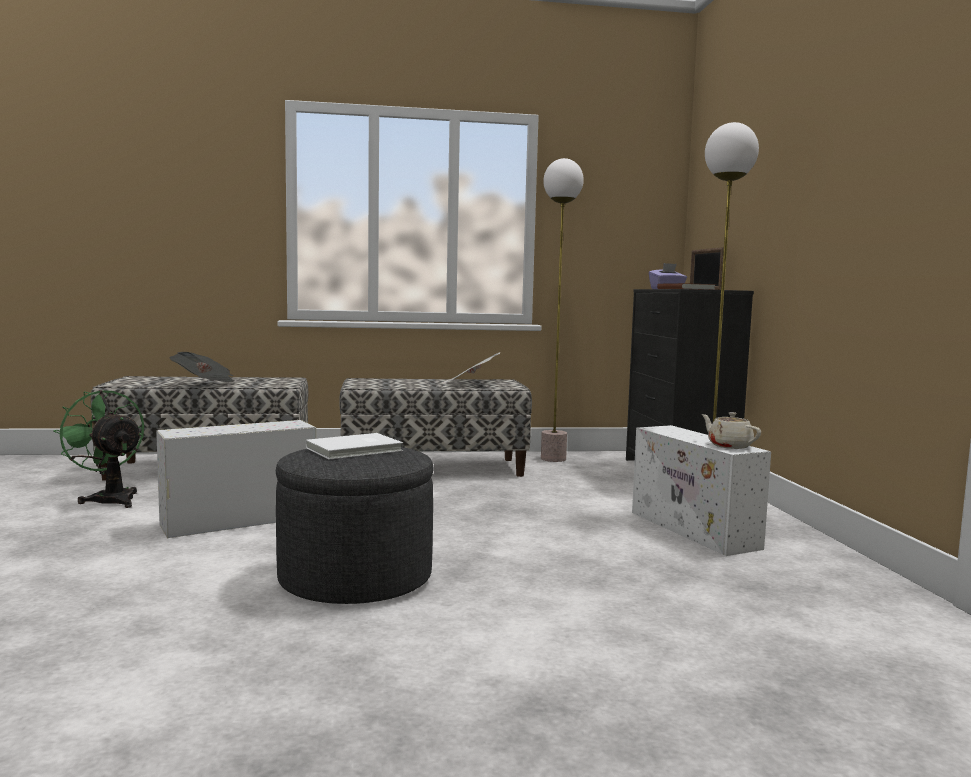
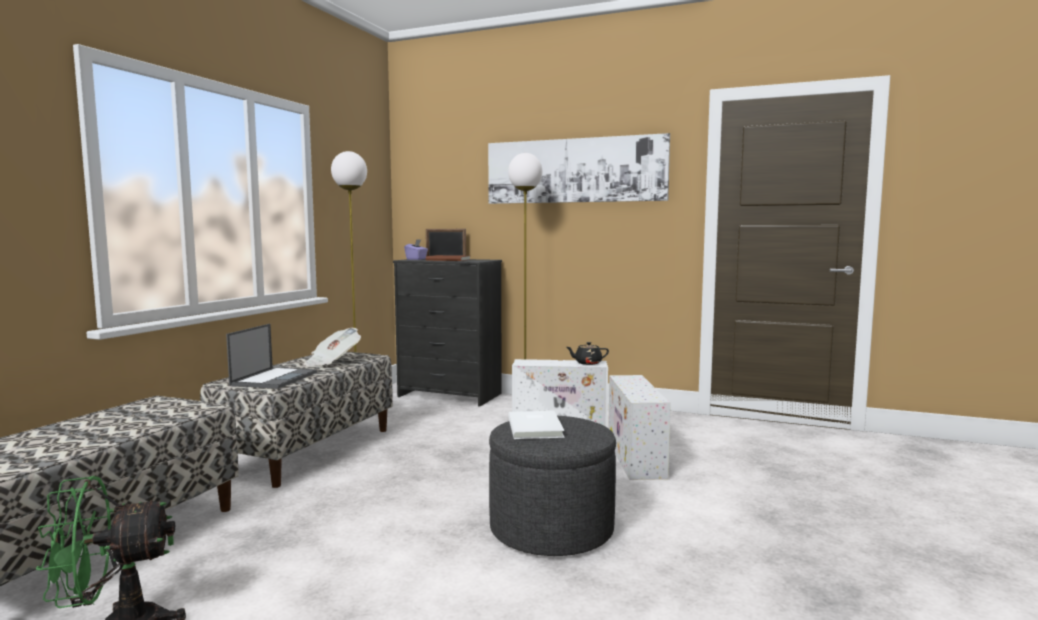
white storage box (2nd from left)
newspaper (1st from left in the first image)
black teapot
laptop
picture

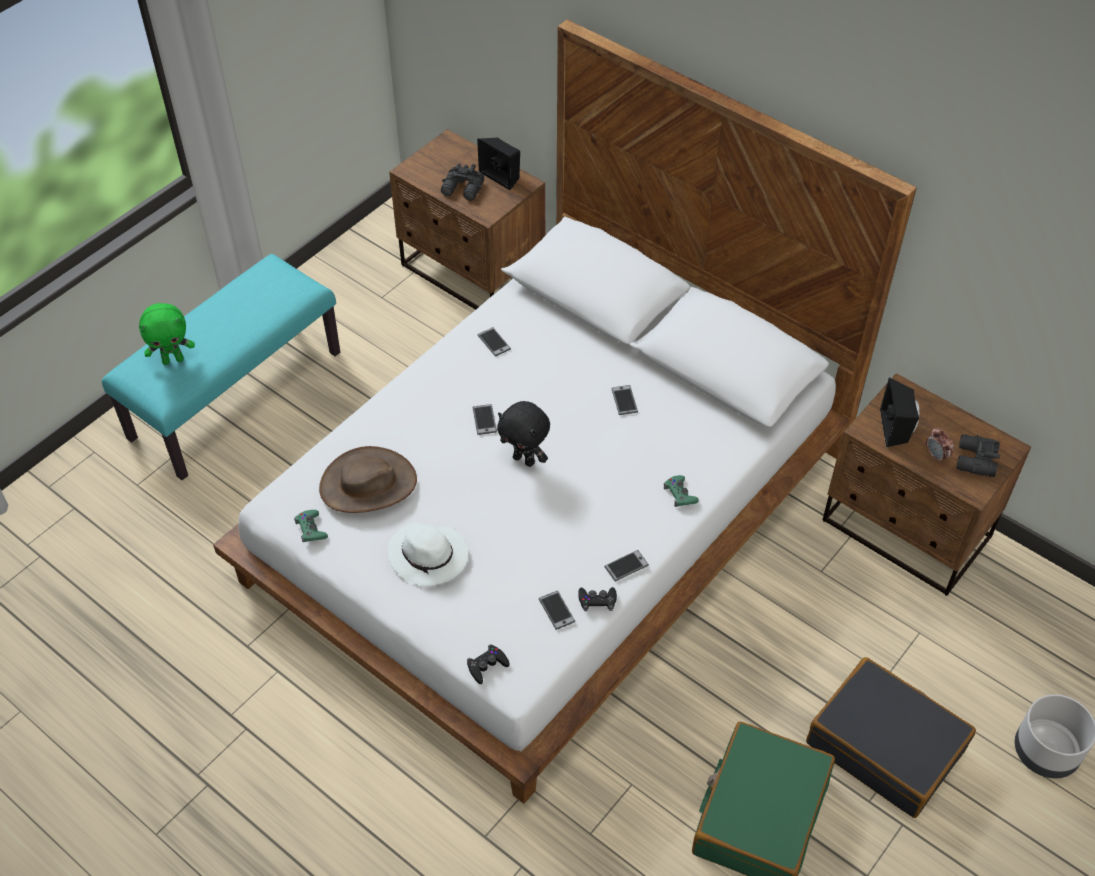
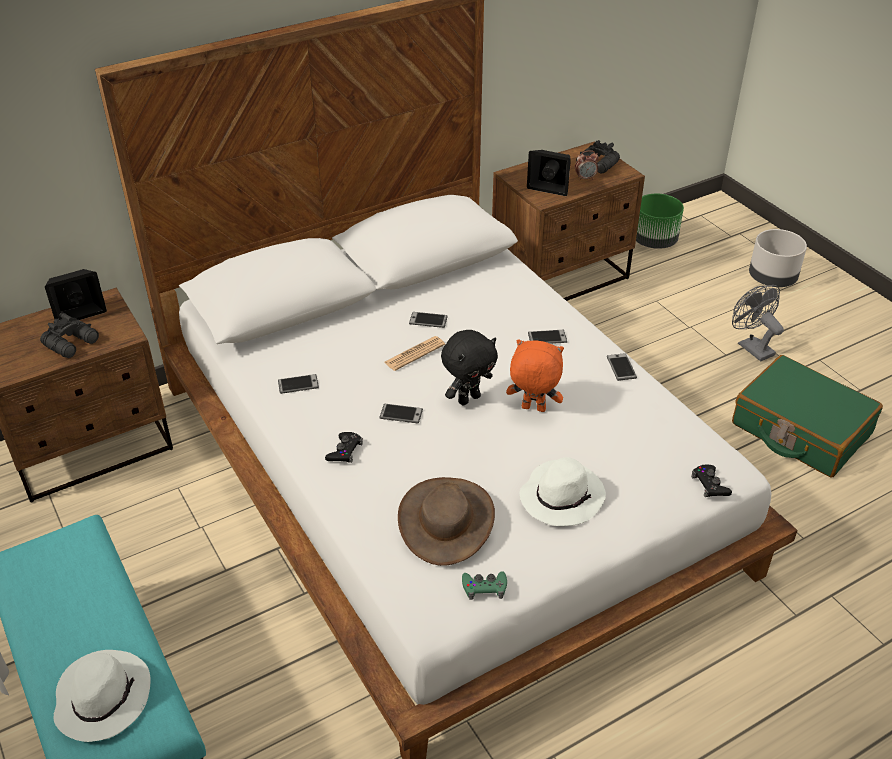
white hat (1st from left)
phone (4th from left)
black game controller (1st from left)
green game controller (2nd from left in the first image)
grey fan
newspaper
orange plush toy
green planter

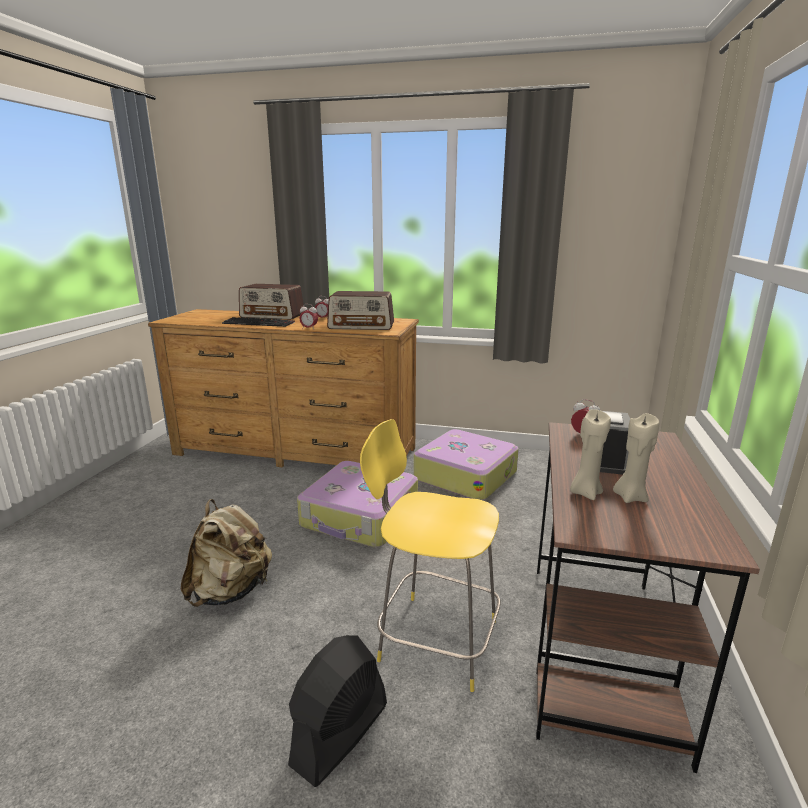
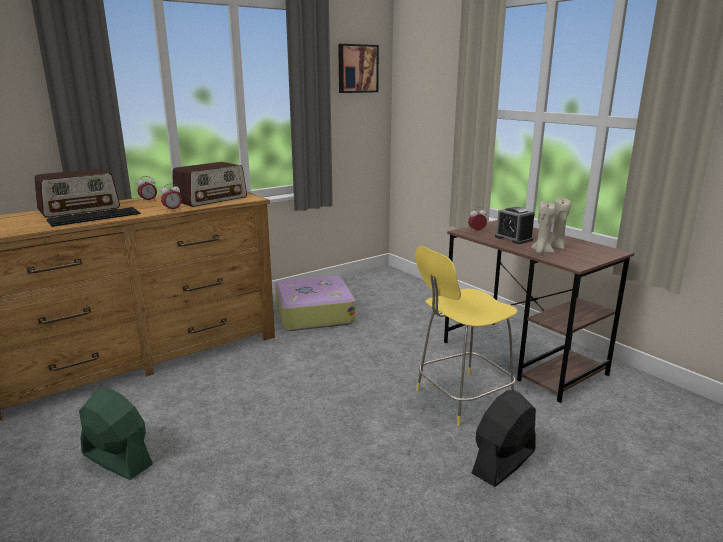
beige backpack
black fan
suitcase (1st from left in the first image)
green fan
picture

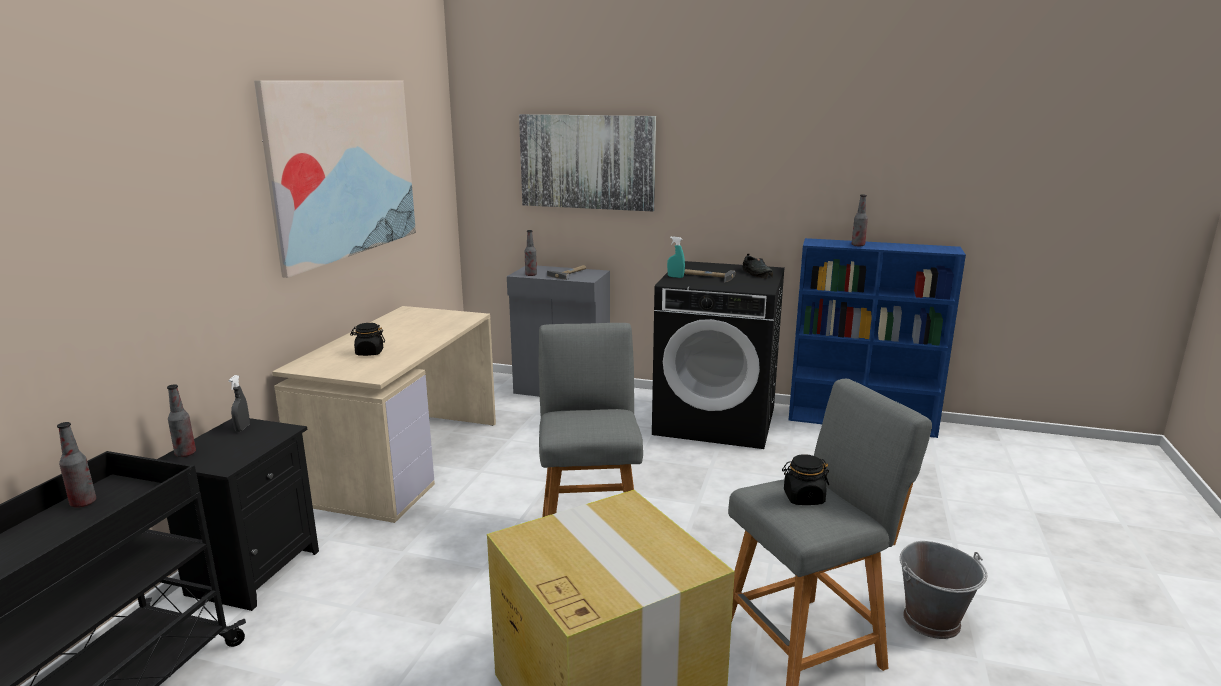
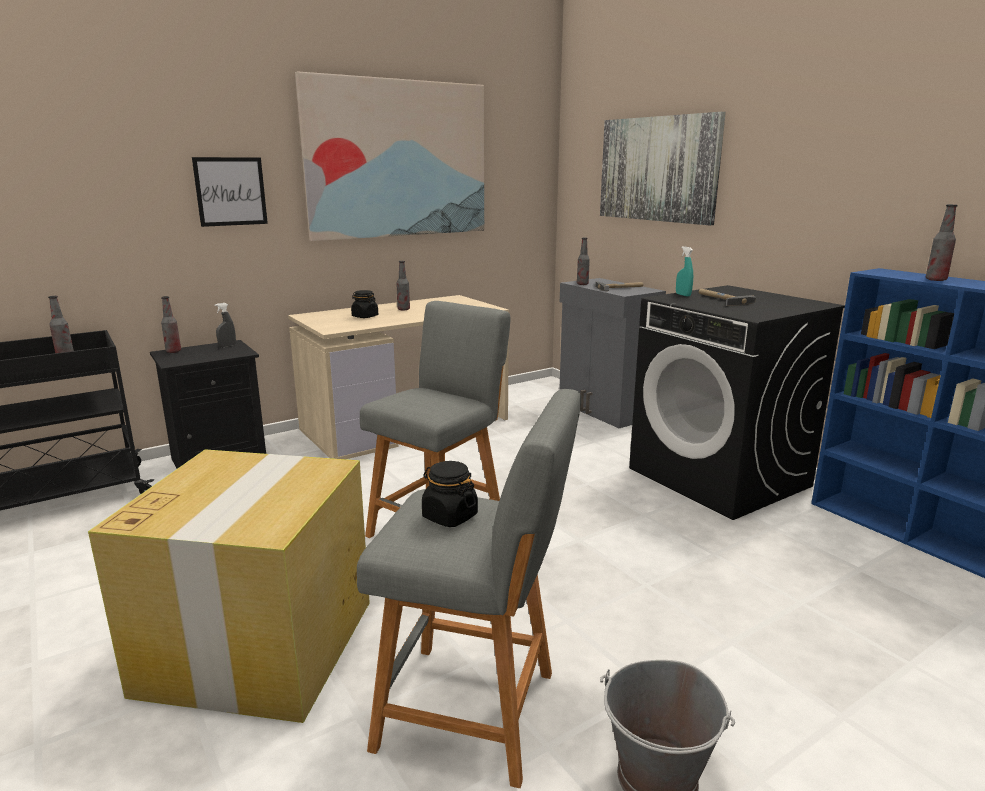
black shoe
picture (1st from left)
bottle (3rd from left)

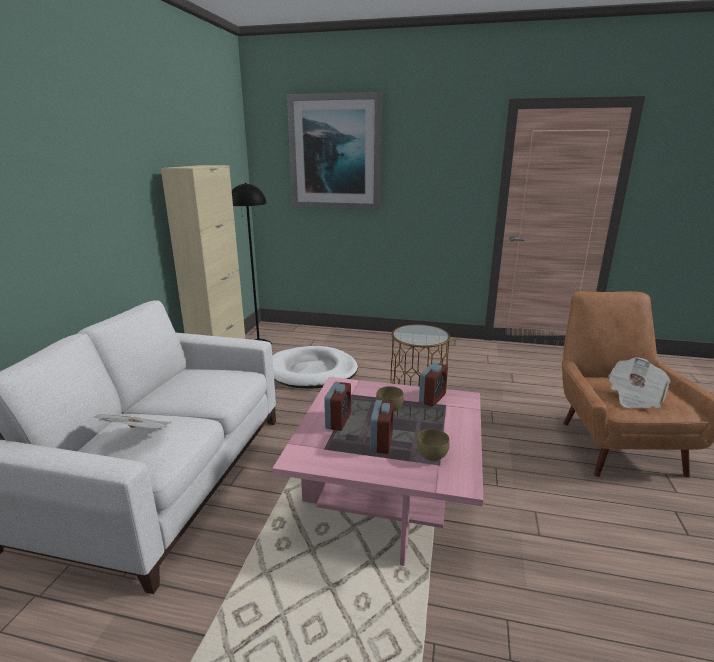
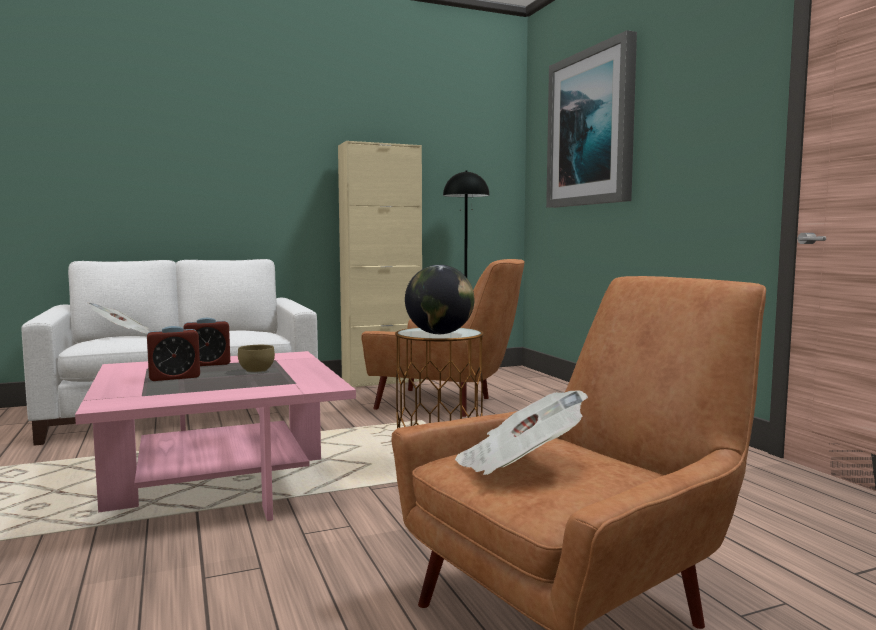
brown armchair (1st from left)
brown bowl (2nd from left in the first image)
alarm clock (3rd from left in the first image)
globe

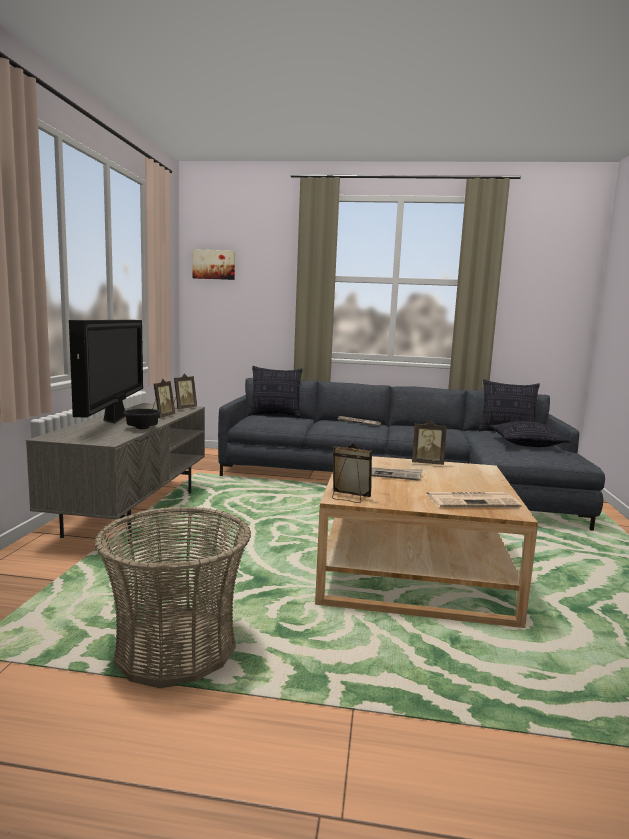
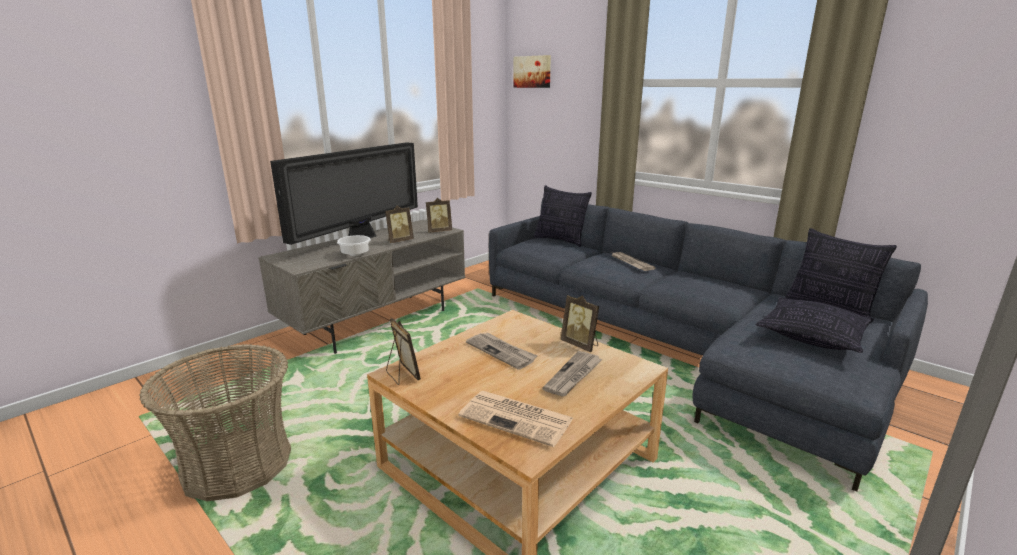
white bowl
newspaper (3rd from left)

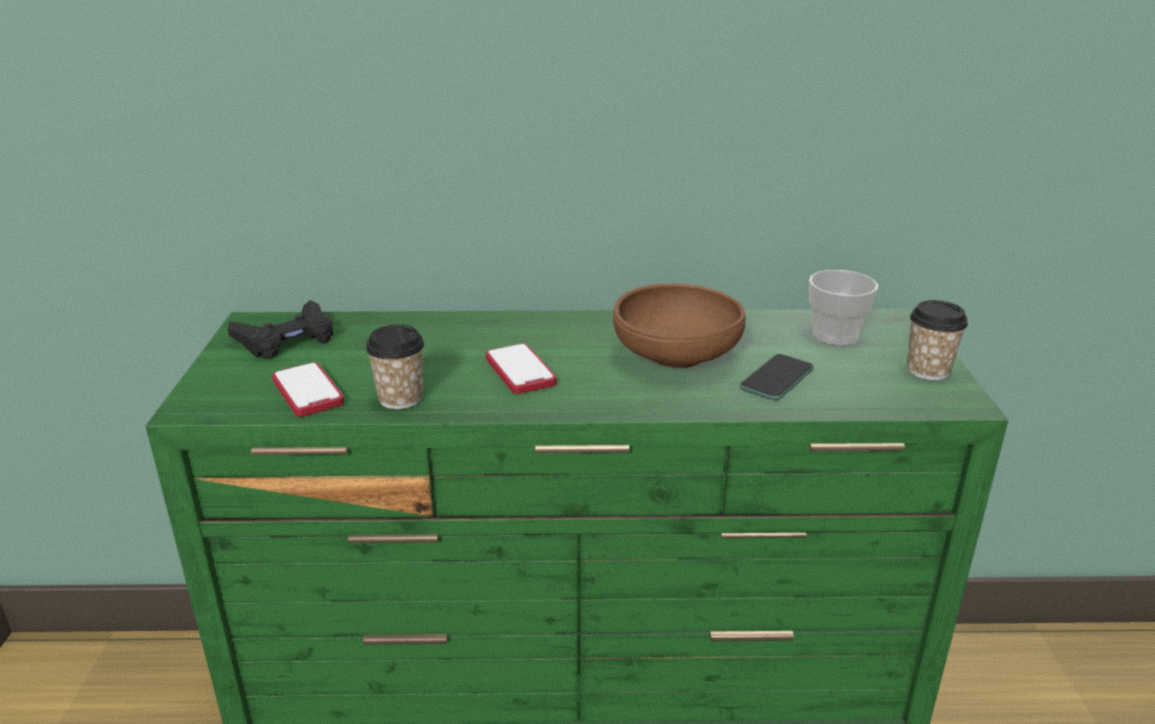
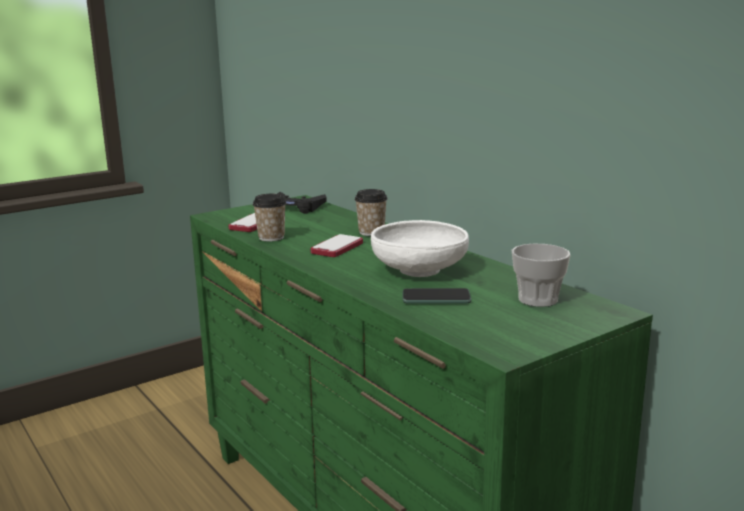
white bowl
cup (2nd from left)

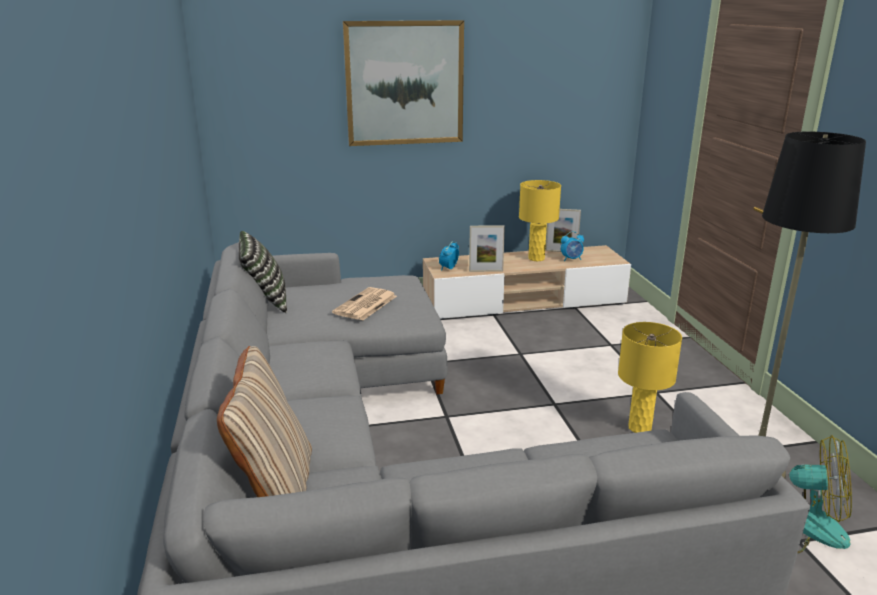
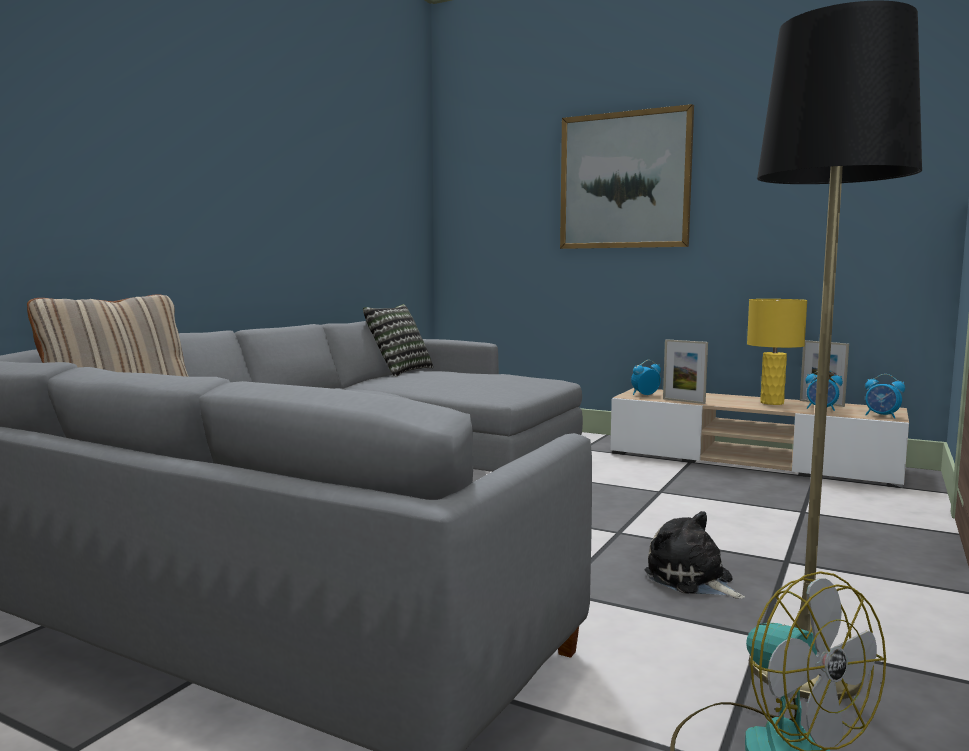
newspaper
plush toy
alarm clock (3rd from left)

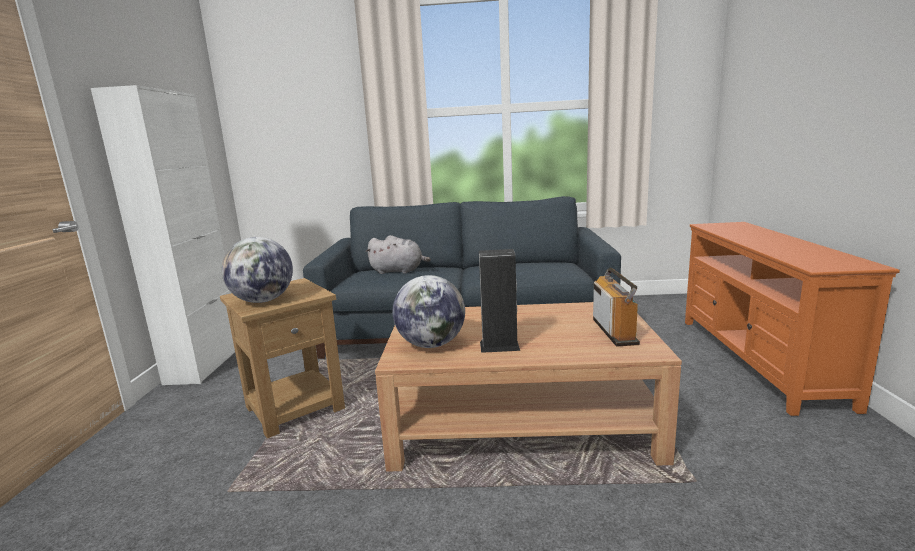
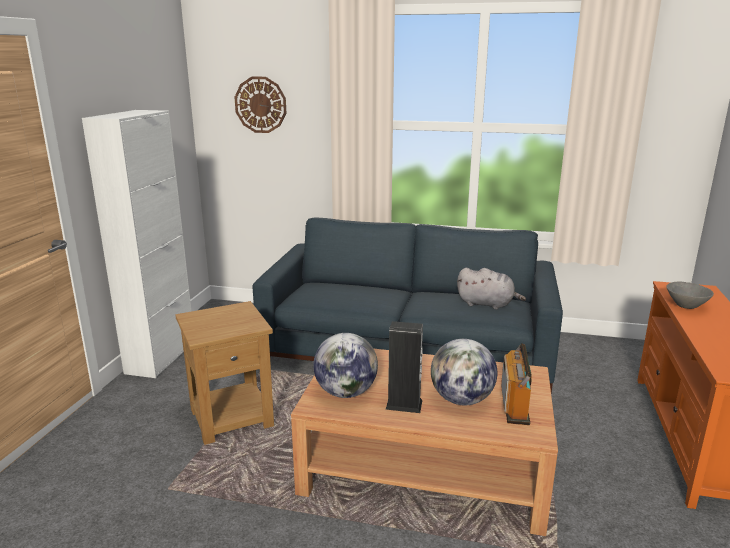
globe (2nd from left)
grey plush toy
wall clock
grey bowl

